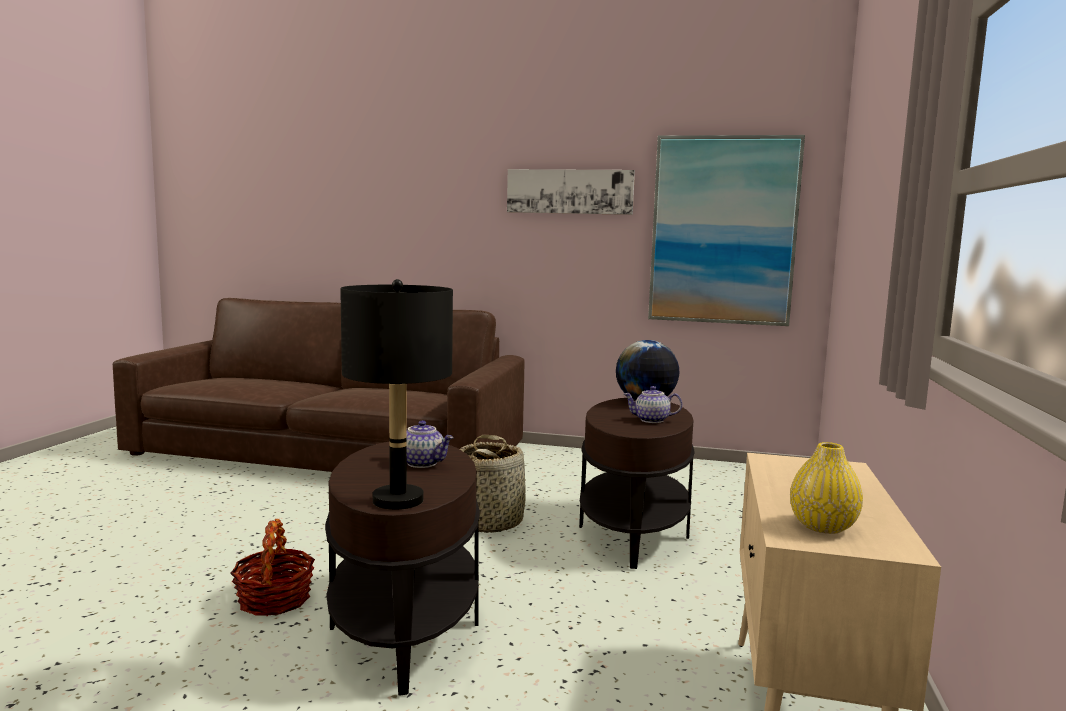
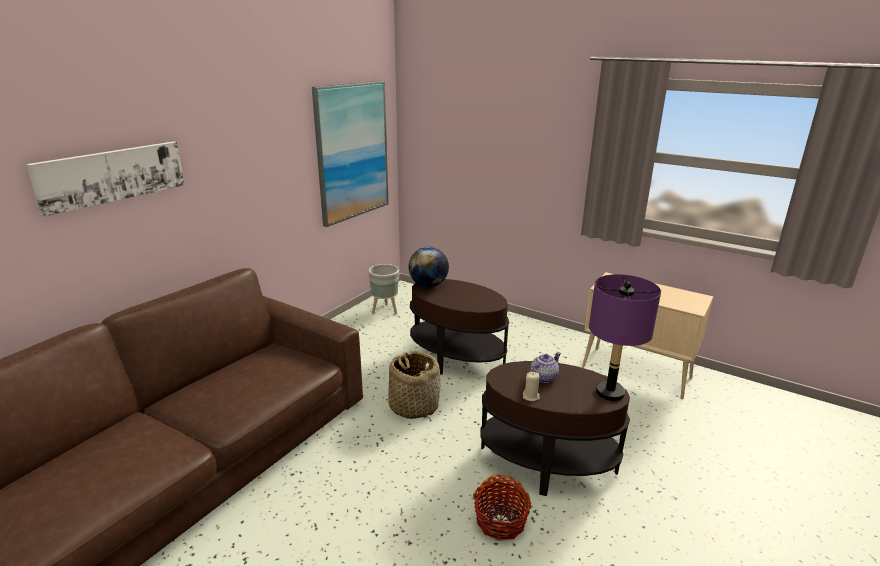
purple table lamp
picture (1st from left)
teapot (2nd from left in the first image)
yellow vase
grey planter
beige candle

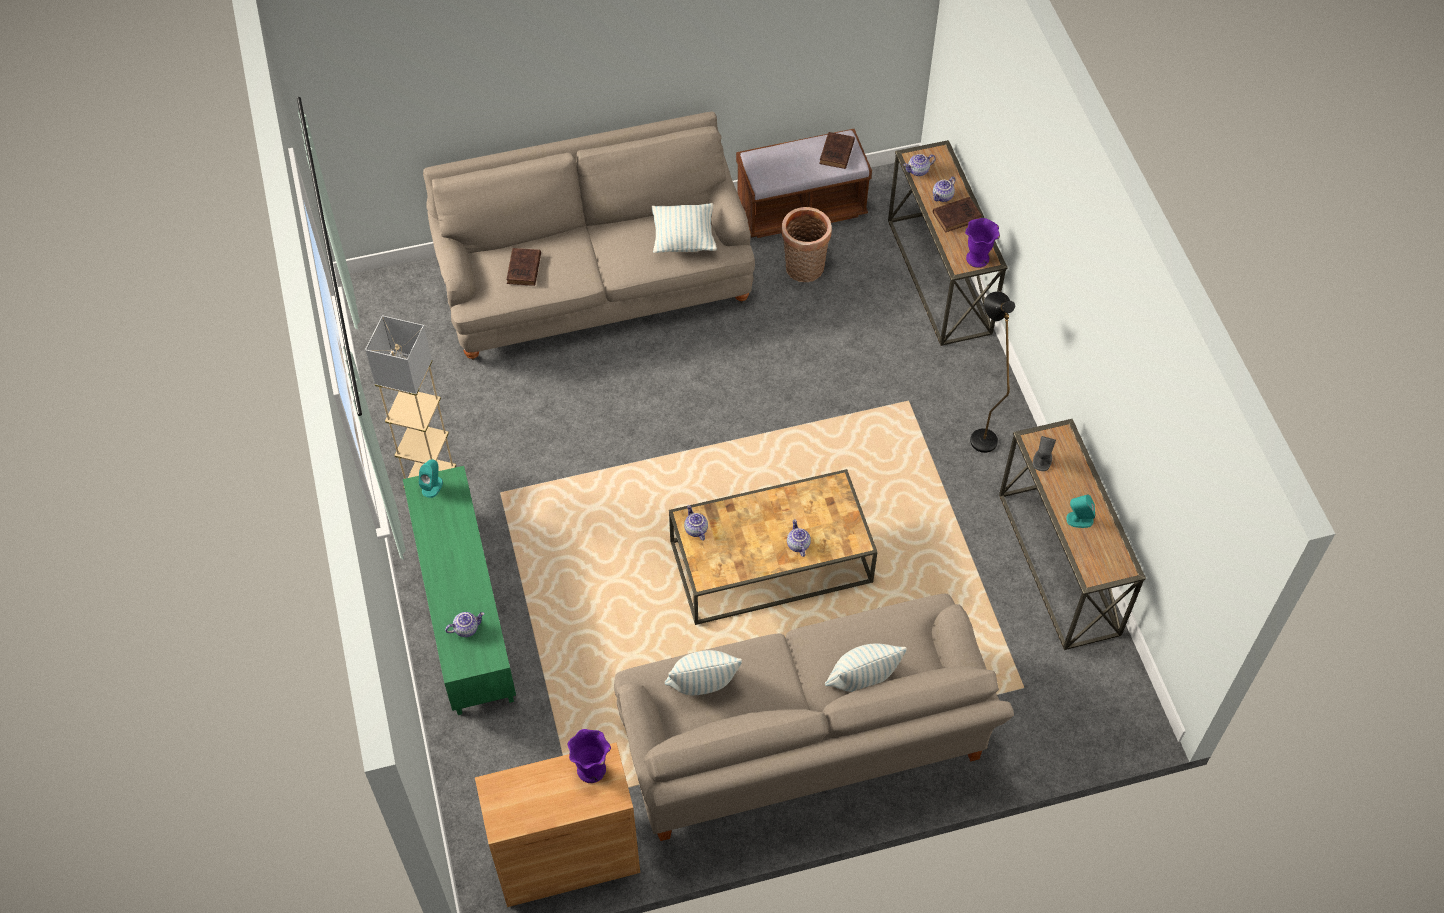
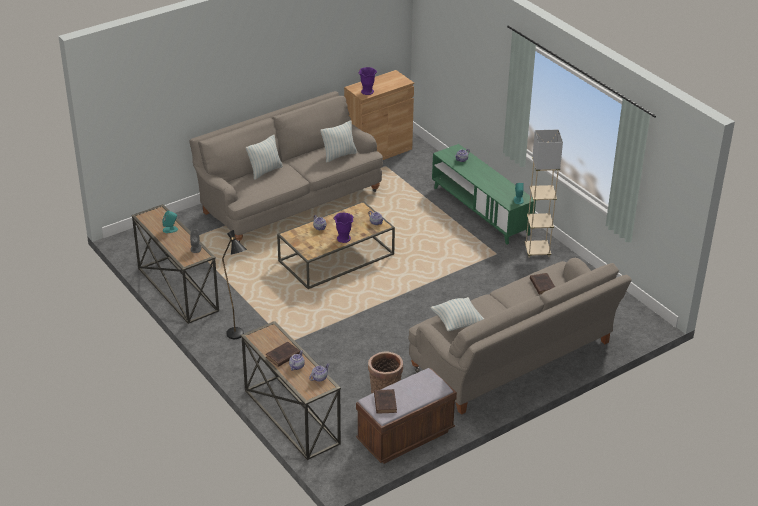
purple vase (1st from left)

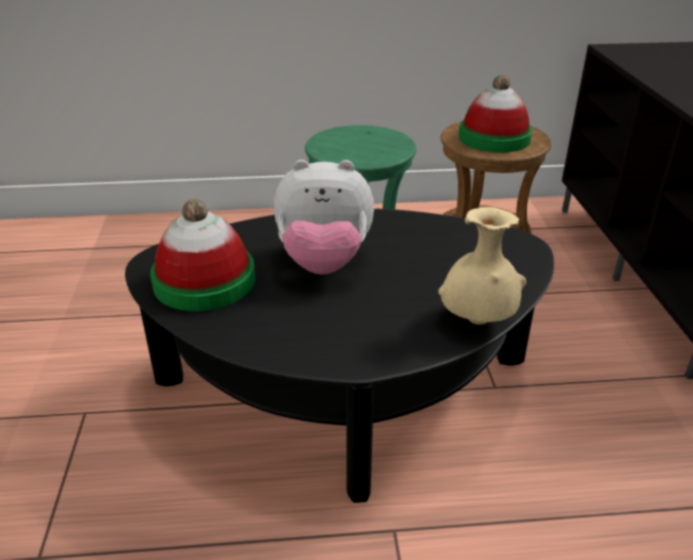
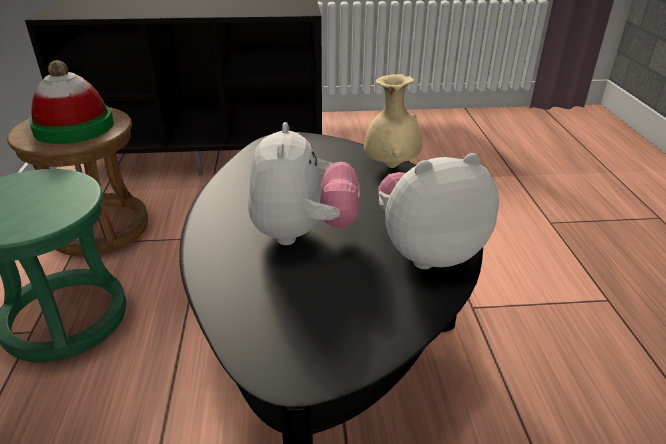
hat (1st from left in the first image)
plush toy (2nd from left)

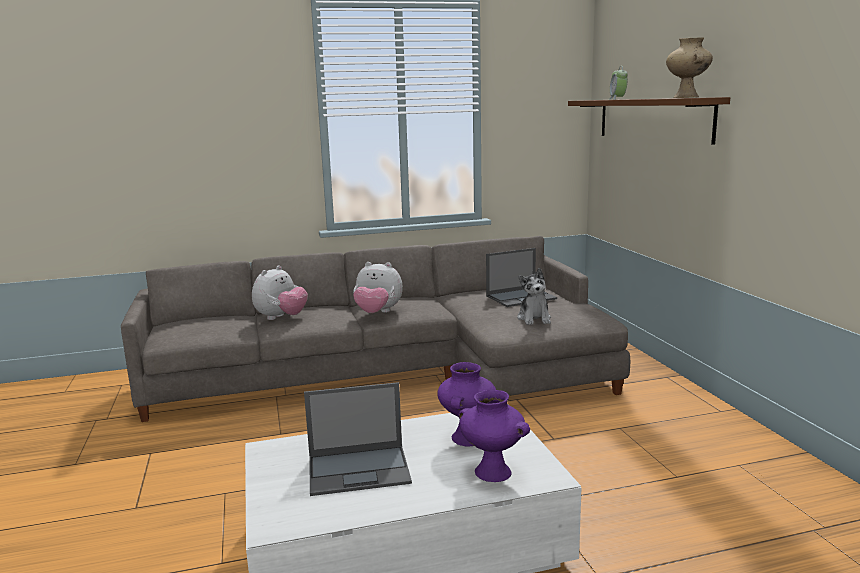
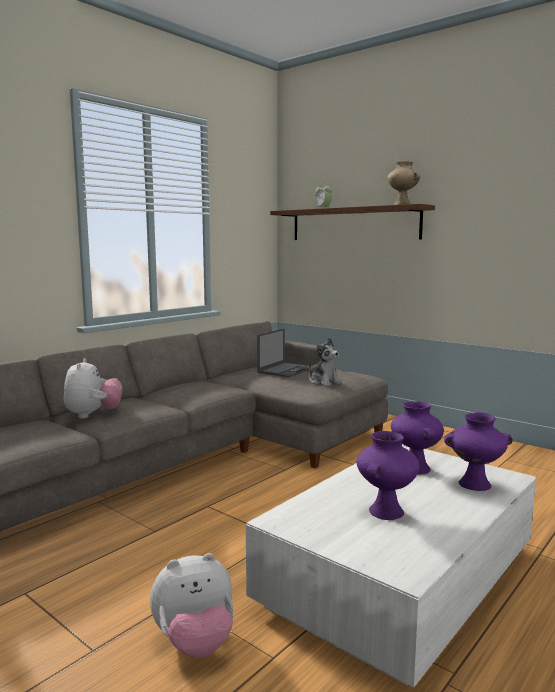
purple vase (1st from left)
plush toy (2nd from left)

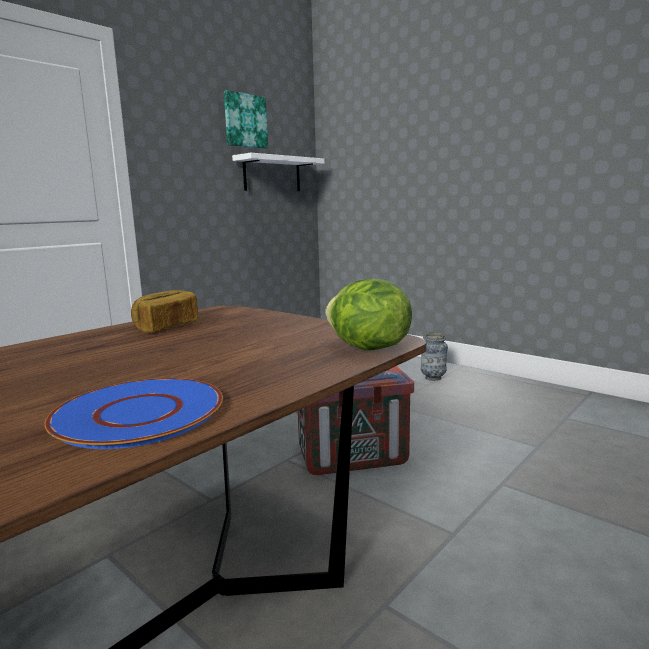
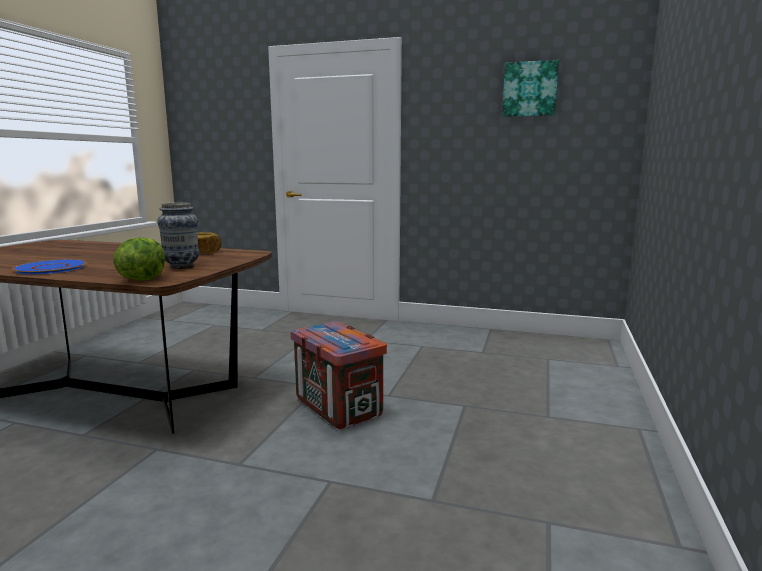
white shelf
vase

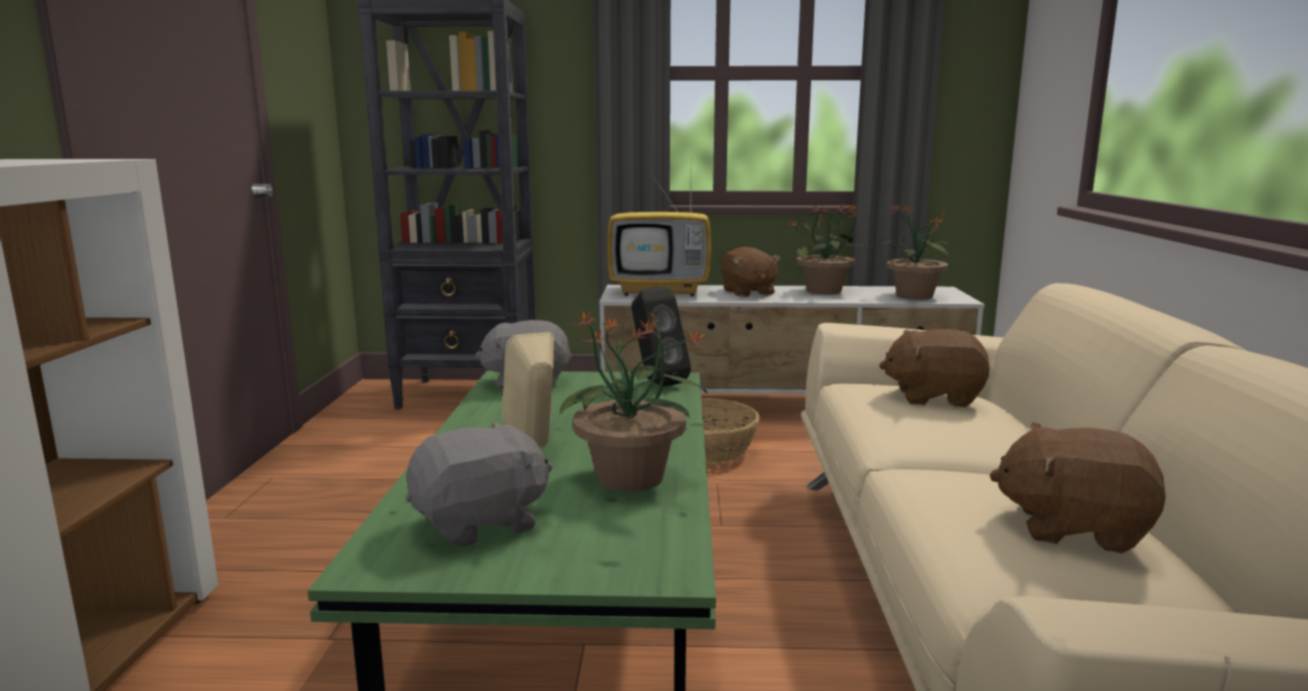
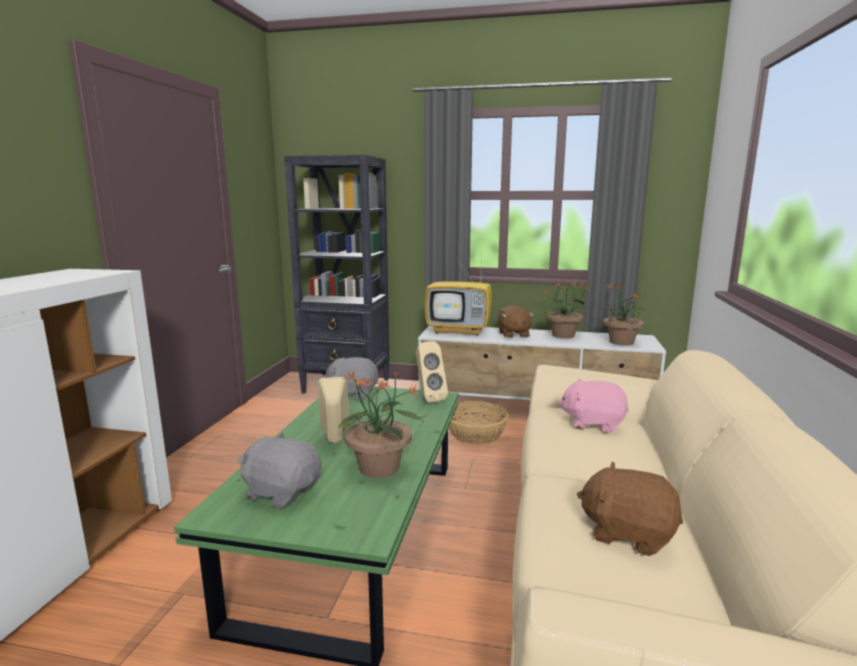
grey plush toy (1st from left)
beige speaker (2nd from left)
pink plush toy

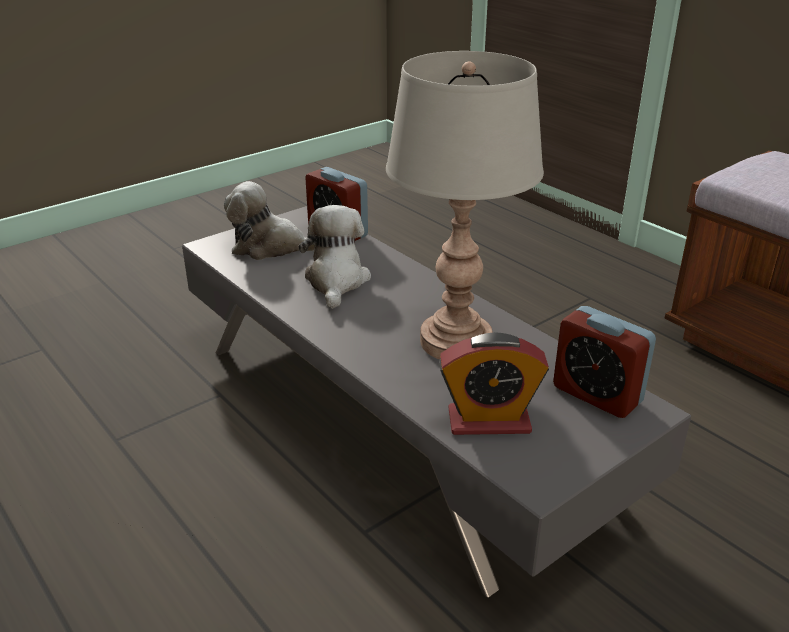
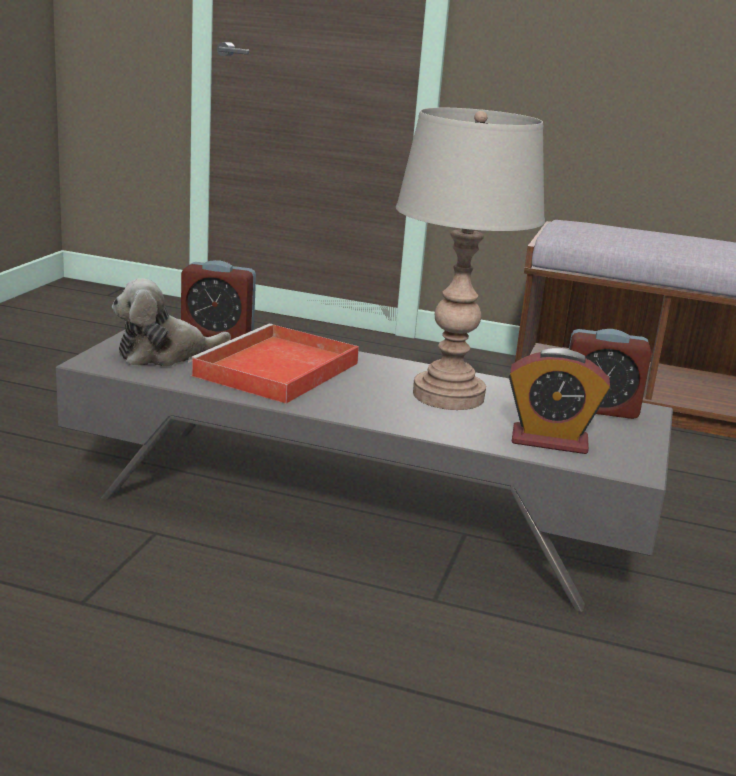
red tray
alarm clock (2nd from left)

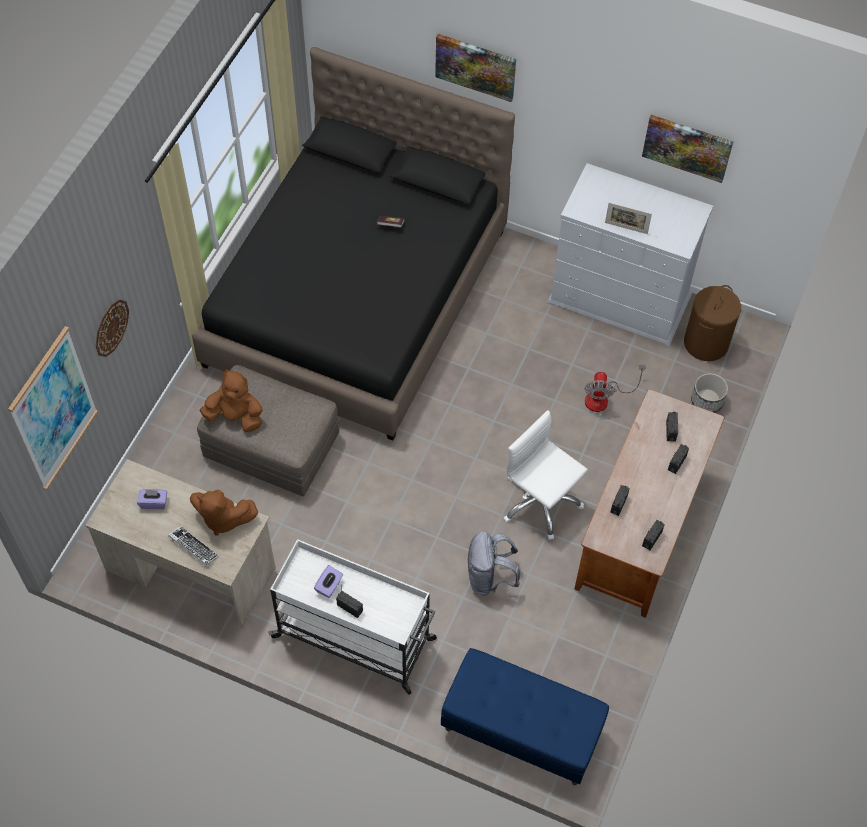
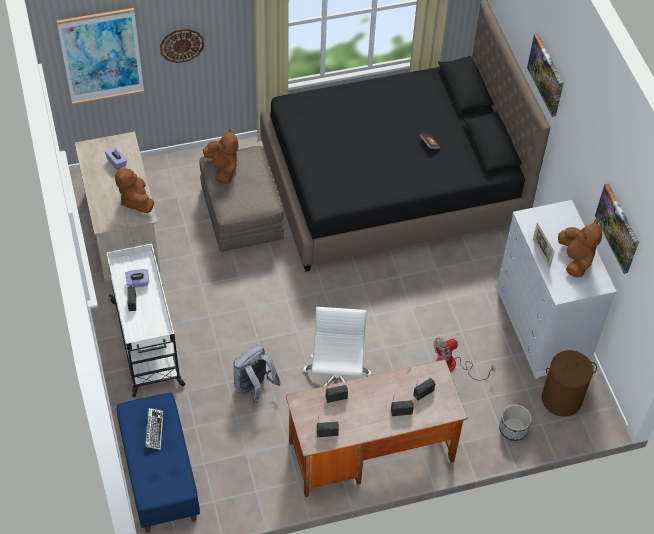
keyboard
brown plush toy (3rd from left)

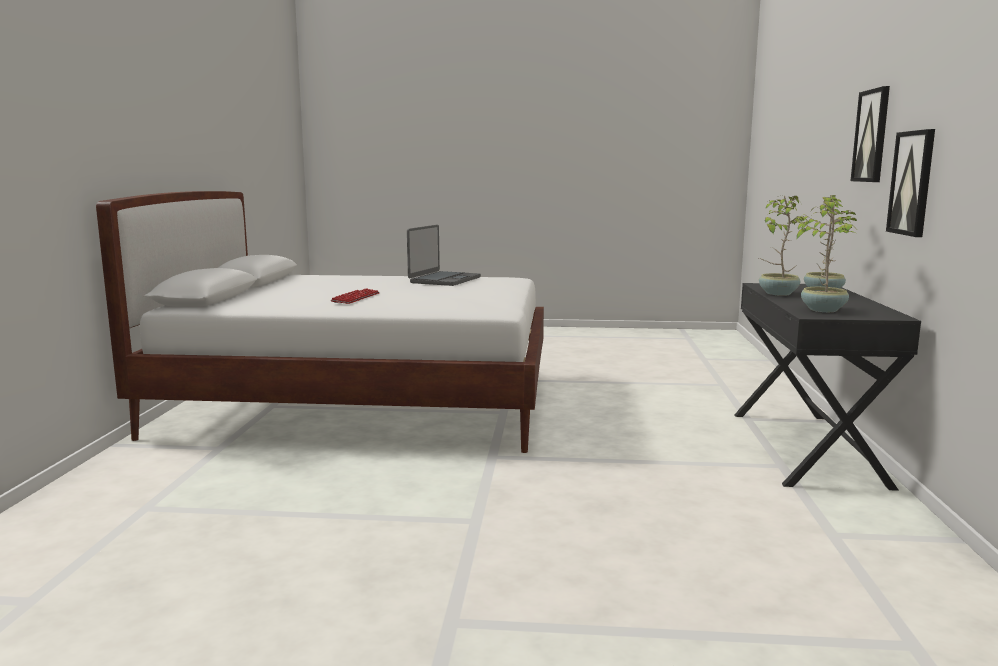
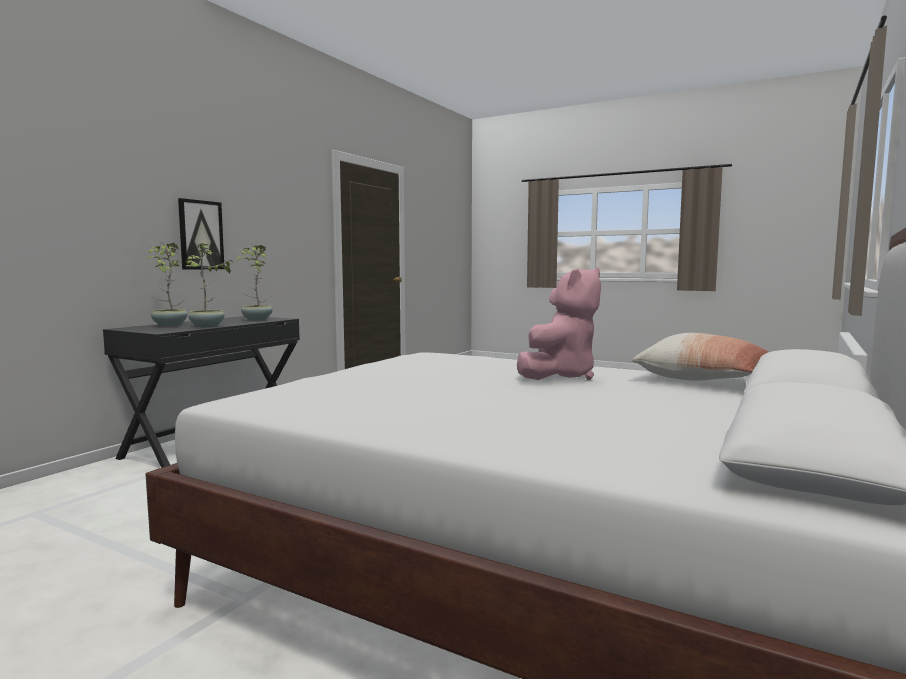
pink plush toy
laptop
picture (1st from left in the first image)
pillow

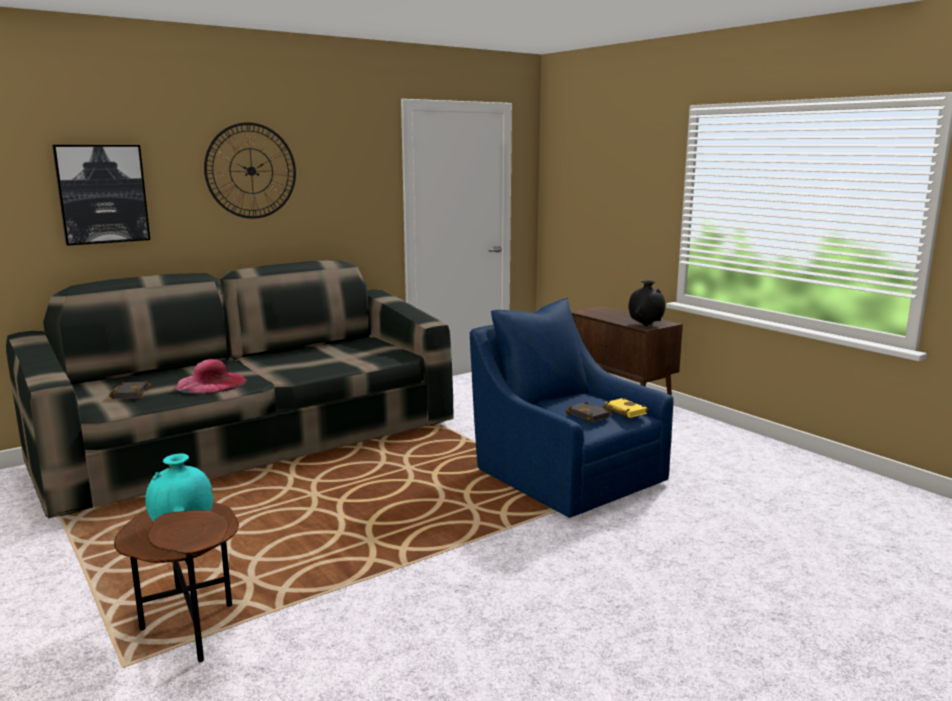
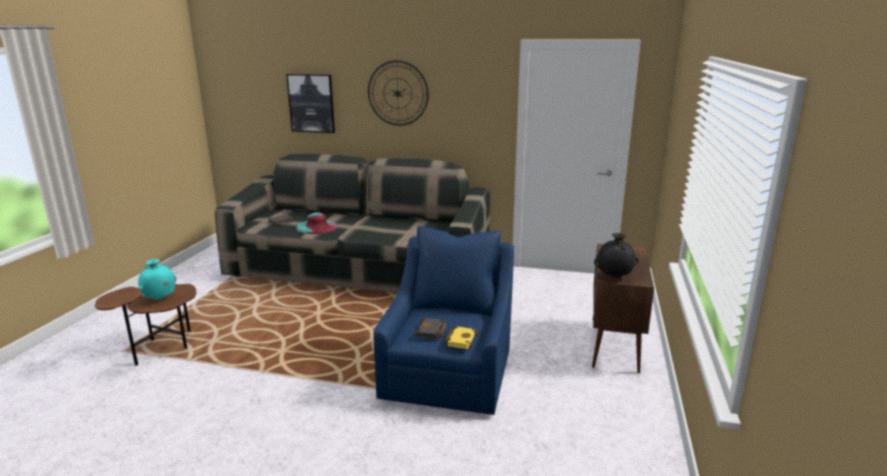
turquoise hat

